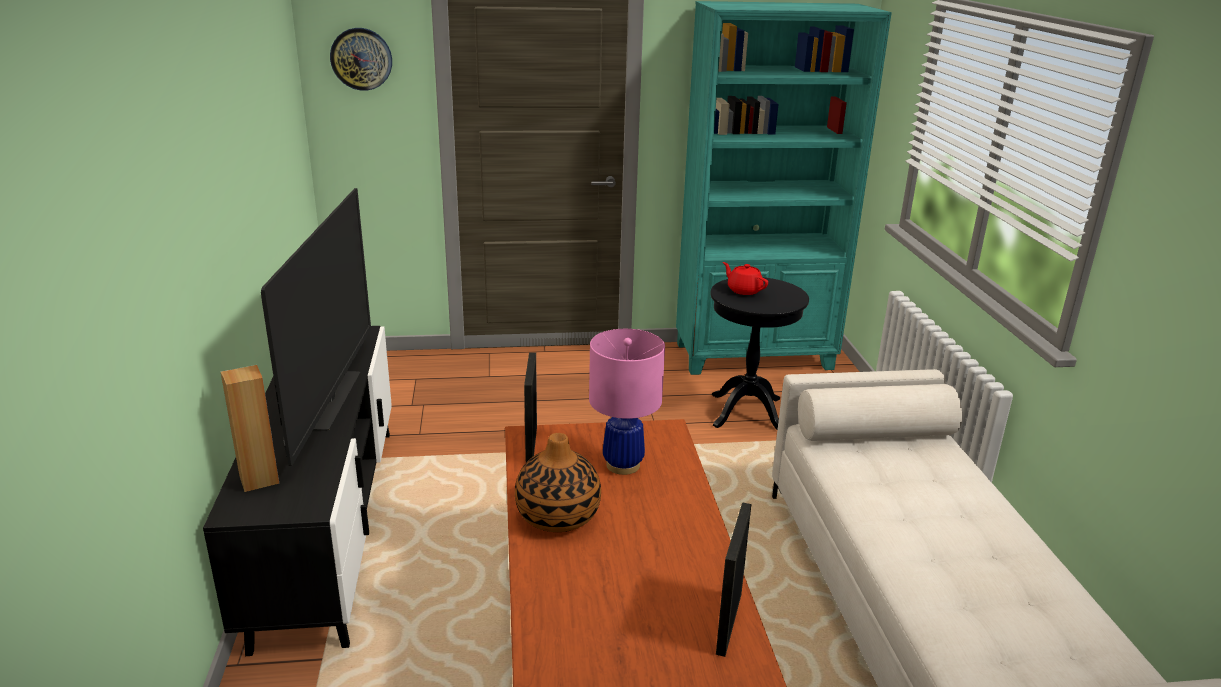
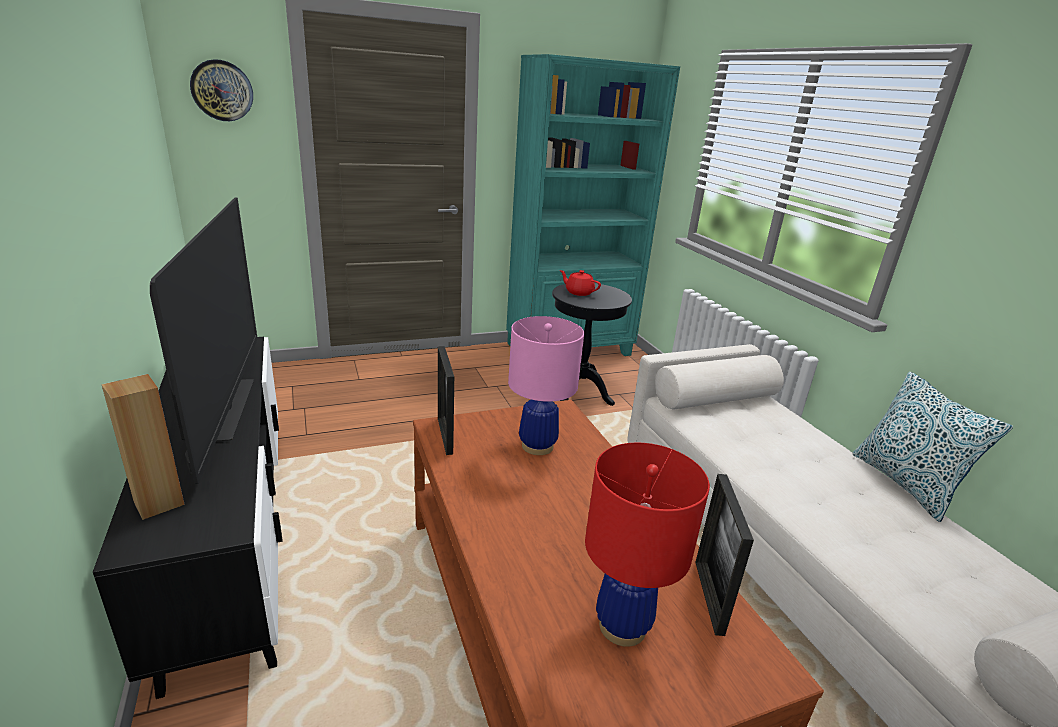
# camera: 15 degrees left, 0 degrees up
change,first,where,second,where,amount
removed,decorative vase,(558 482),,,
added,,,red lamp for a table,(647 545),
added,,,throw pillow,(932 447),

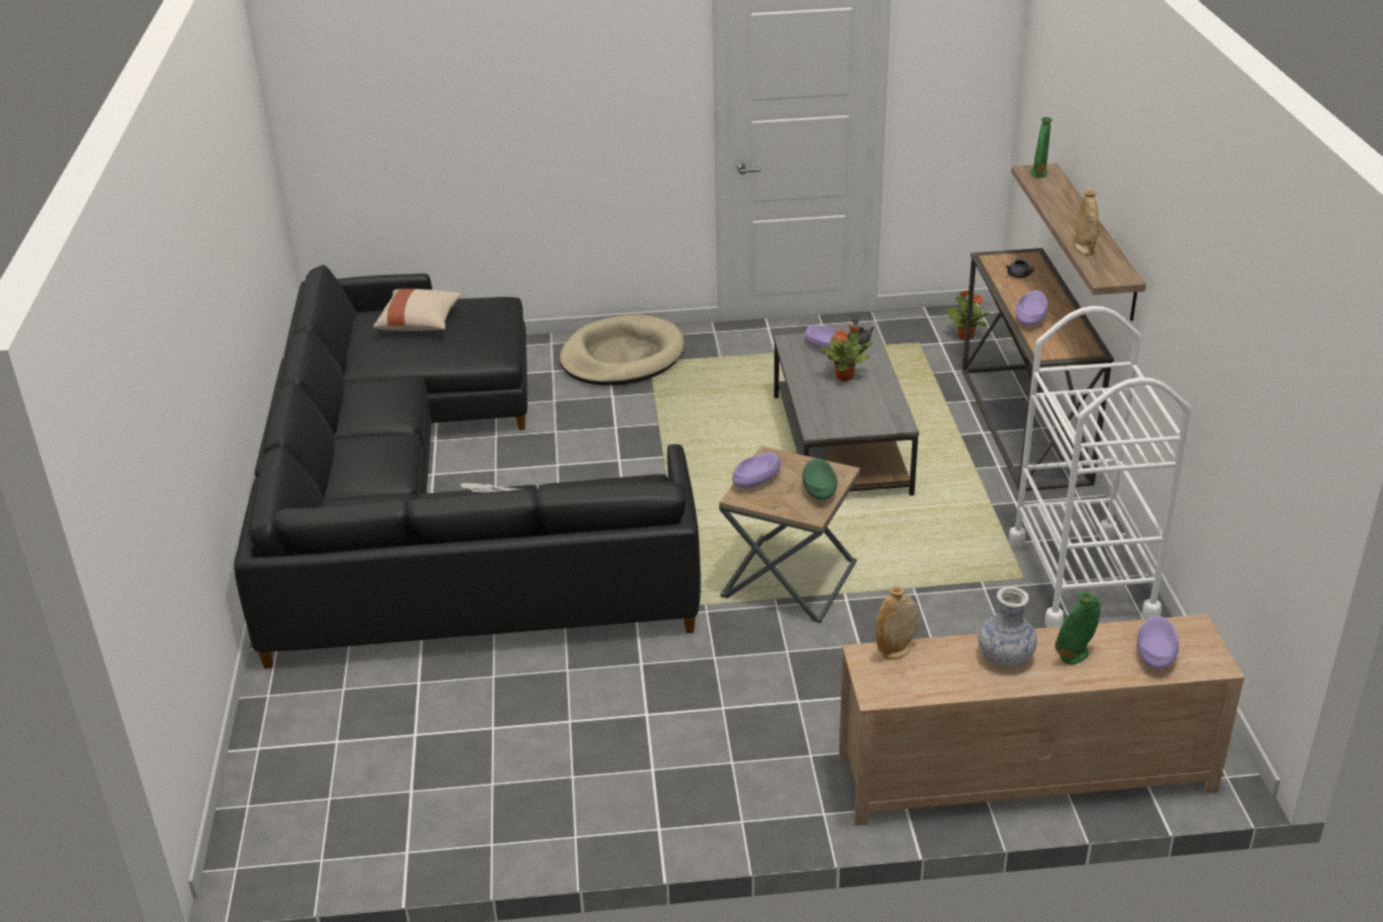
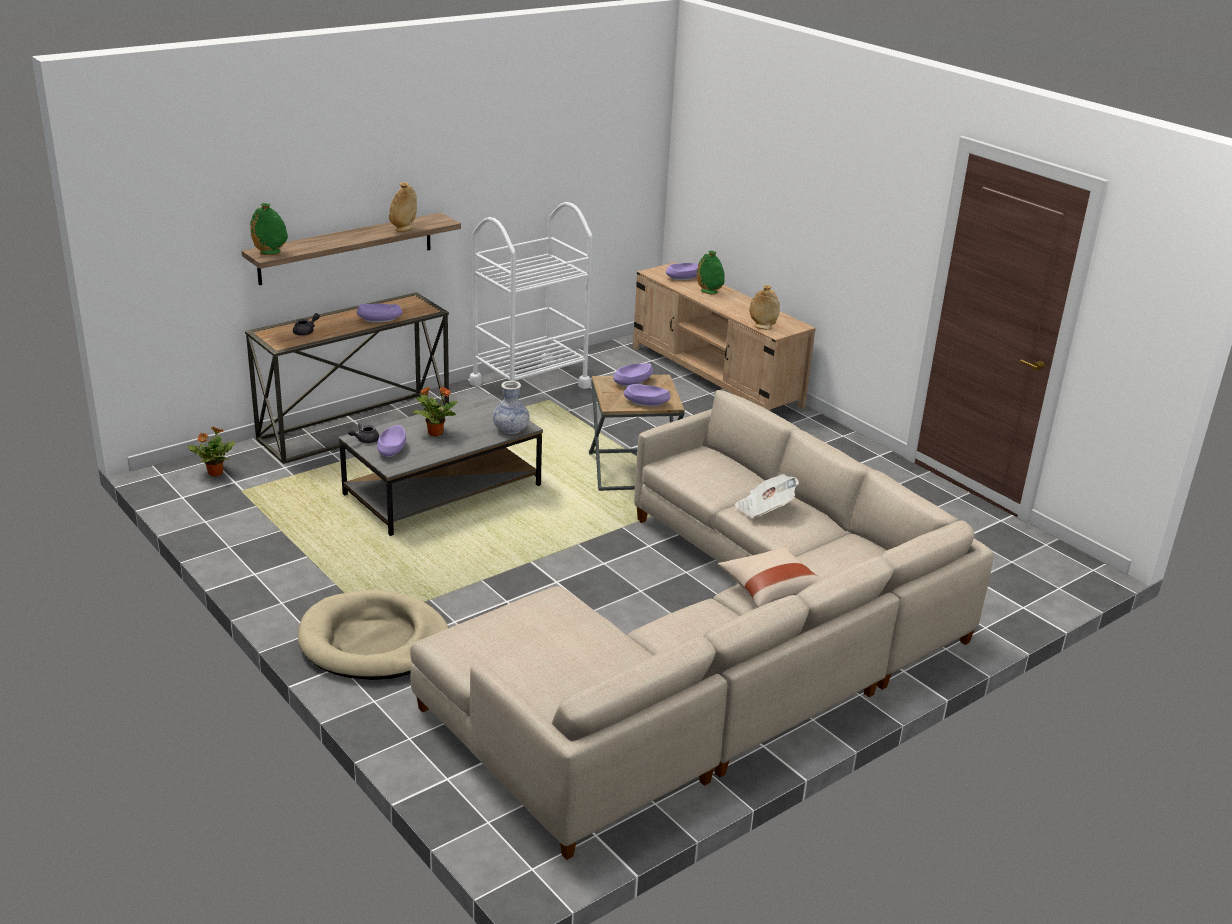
# camera: 125 degrees left, 5 degrees down
change,first,where,second,where,amount
moved,beige throw pillow,(417 310),,(770 577),
moved,decorative vase,(1007 626),,(511 407),
recoloured,black-coloured sofa,(467 467),beige sofa,(702 625),
recoloured,greenish deep dish,(819 480),purplish deep dish,(633 374),

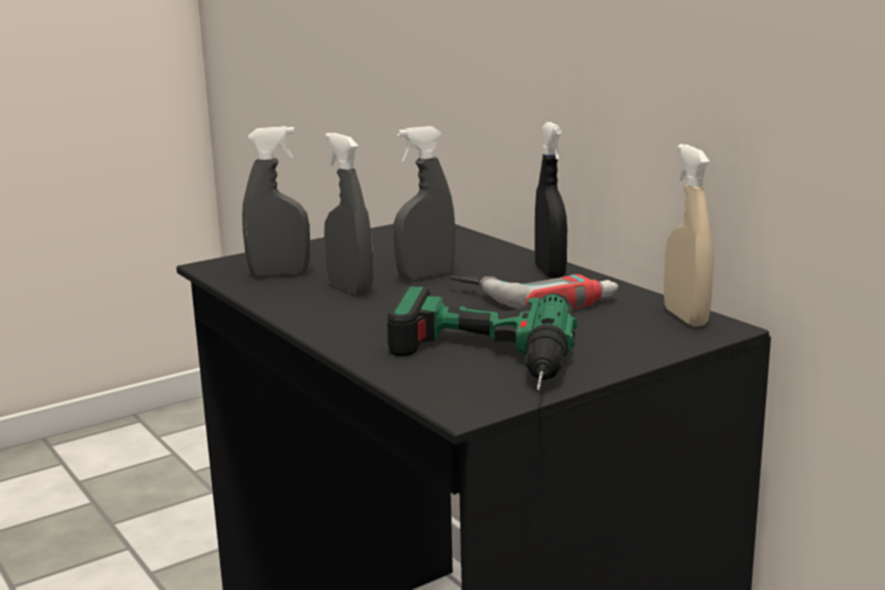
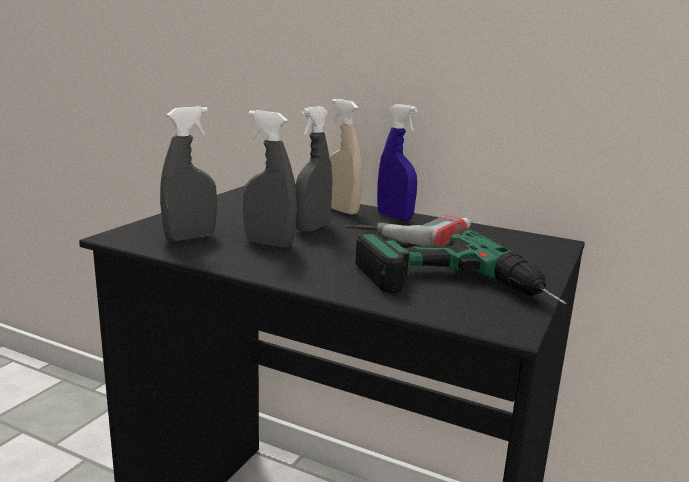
# camera: 30 degrees left, 0 degrees up
change,first,where,second,where,amount
moved,beige sprayer,(689 235),,(345 157),
recoloured,black-coloured sprayer,(551 200),bluish sprayer,(397 162),

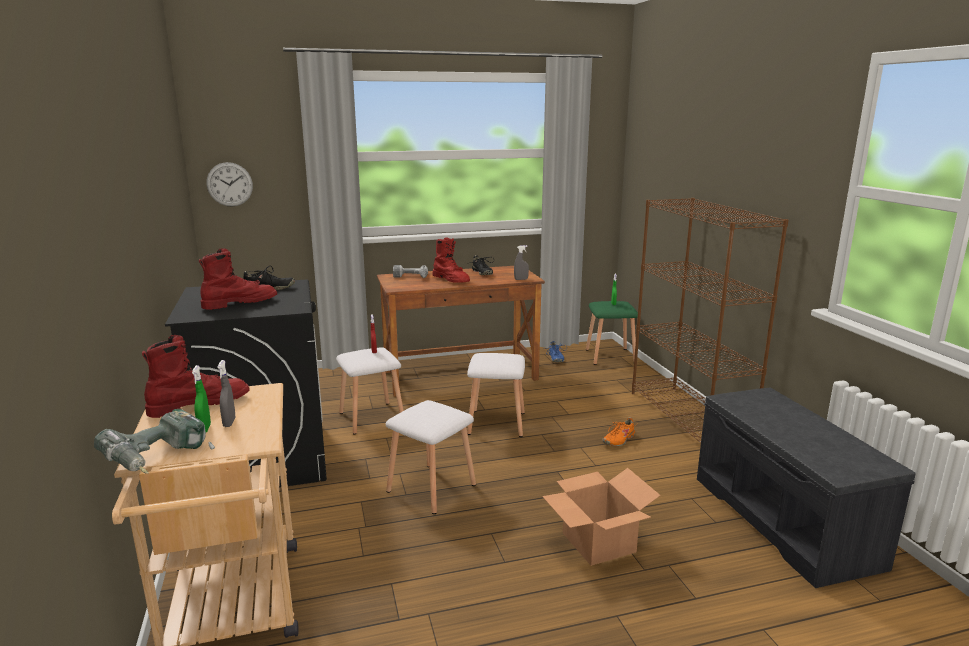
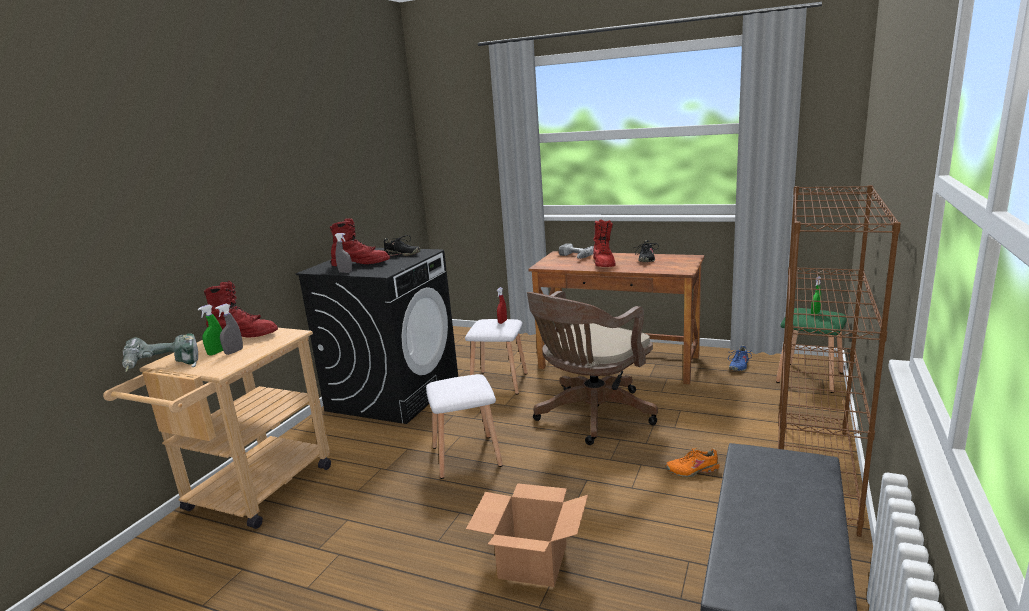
# camera: 40 degrees right, 0 degrees up
change,first,where,second,where,amount
removed,clock on the wall,(229 184),,,
moved,gray sprayer,(521 262),,(343 253),
replaced,white-coloured sitting stool,(496 395),brown computer chair,(592 368),

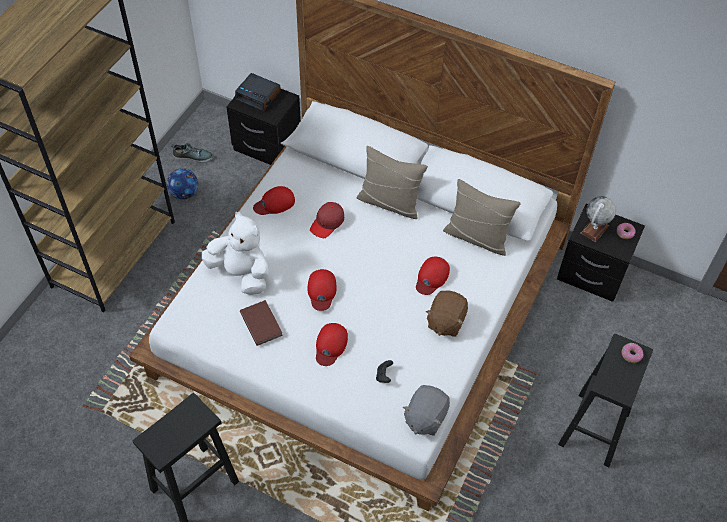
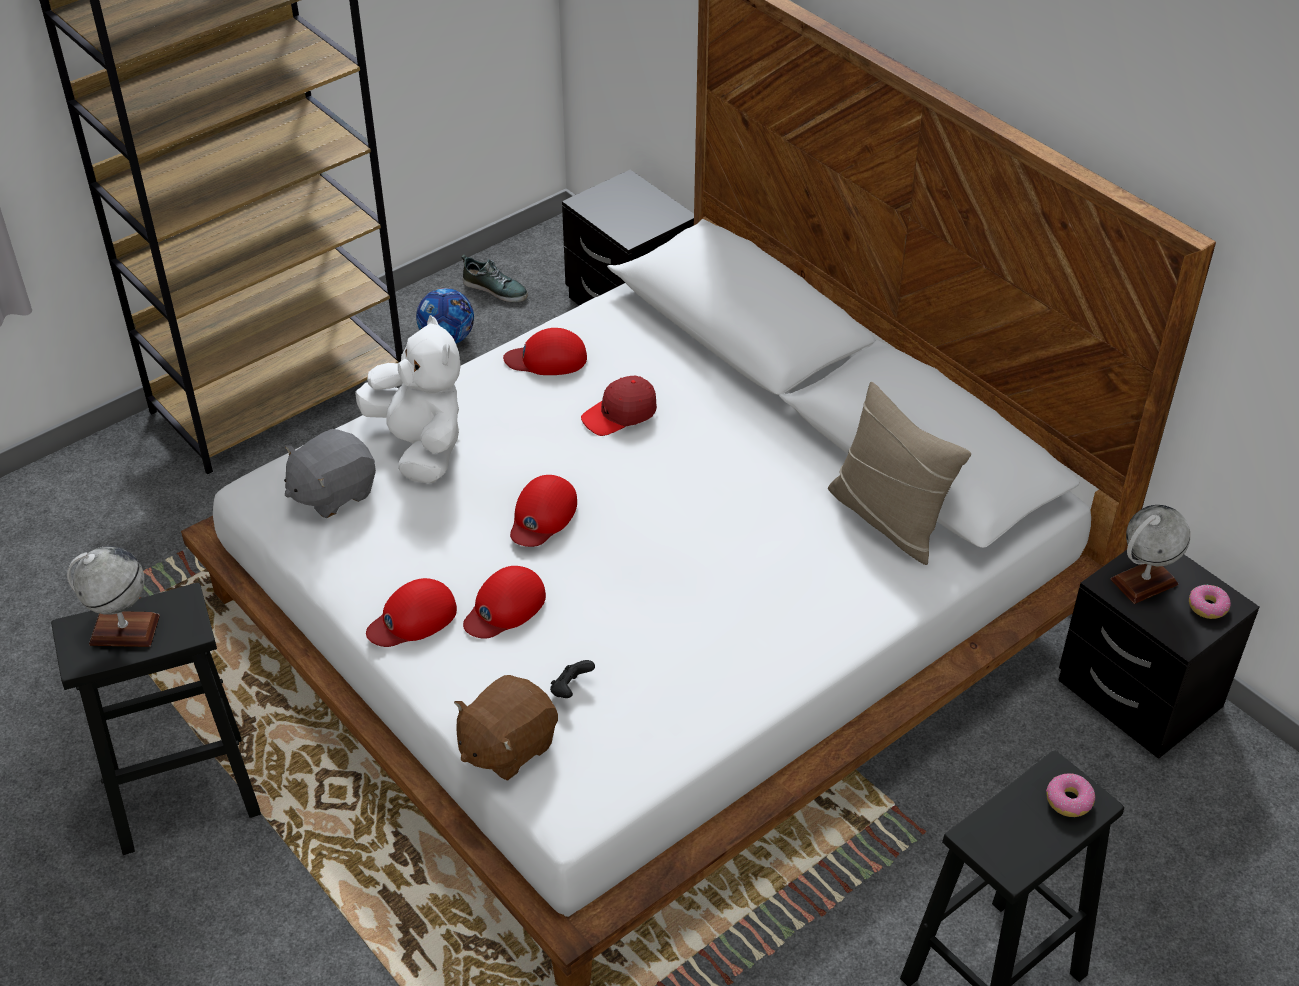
# camera: 25 degrees right, 10 degrees down
change,first,where,second,where,amount
removed,bedside clock,(258 92),,,
removed,brown volume,(261 323),,,
removed,beige throw pillow,(392 182),,,
added,,,globe,(113 596),
moved,gray soft toy,(426 410),,(330 473),
moved,red baseball cap,(433 276),,(411 612),
moved,brown soft toy,(447 313),,(506 727),

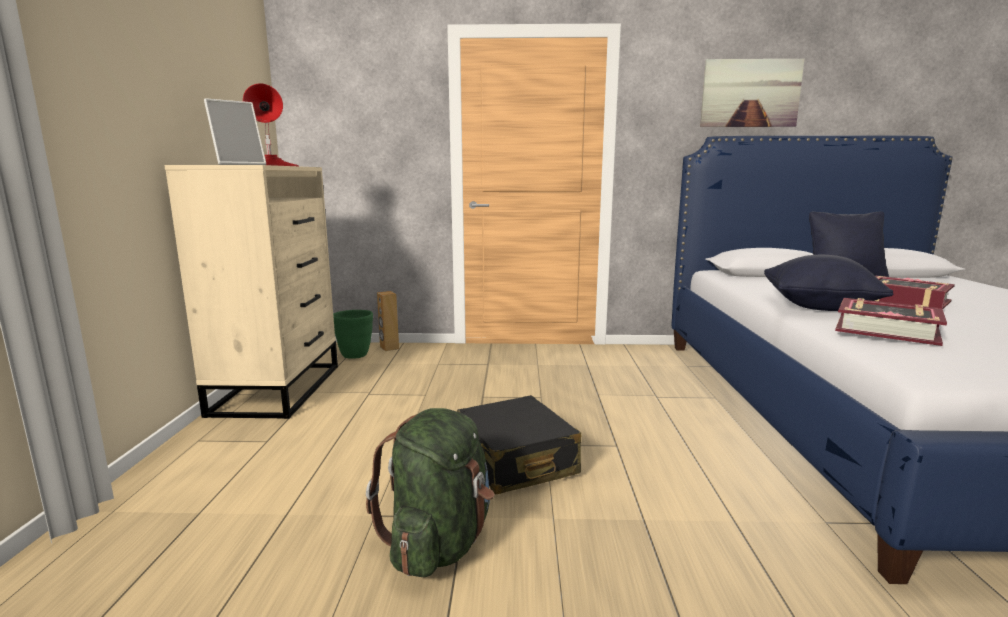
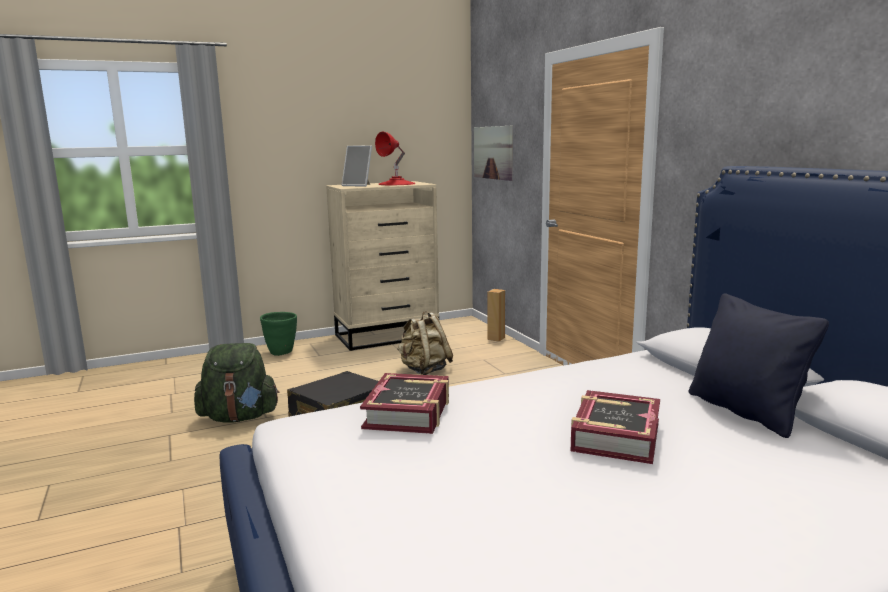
# camera: 65 degrees right, 0 degrees up
change,first,where,second,where,amount
removed,black-coloured throw pillow,(828 283),,,
added,,,beige backpack,(425 343),
moved,greenish plant pot,(353 334),,(278 334),
moved,picture,(752 93),,(493 153),

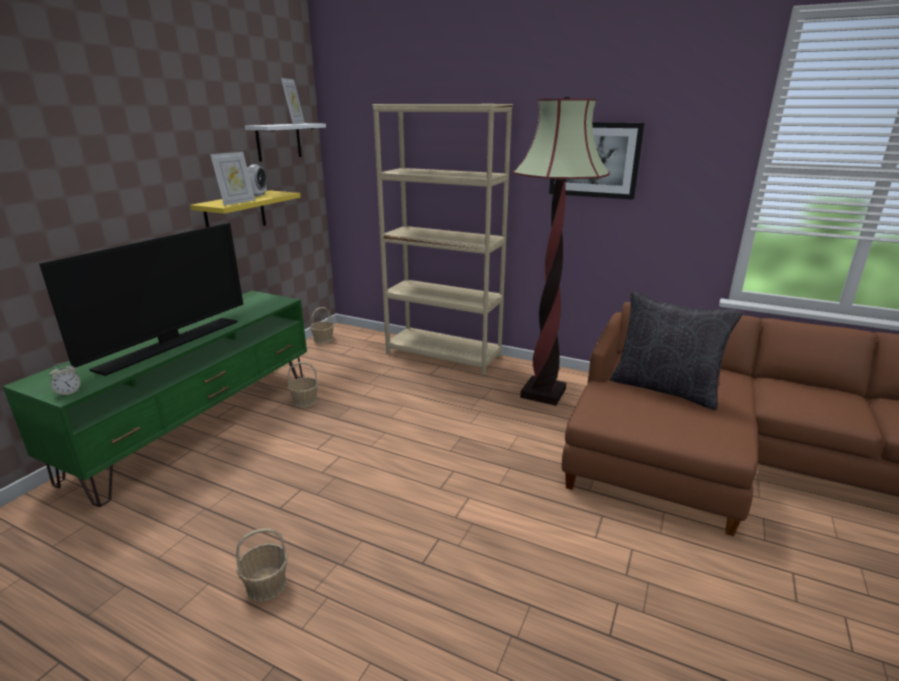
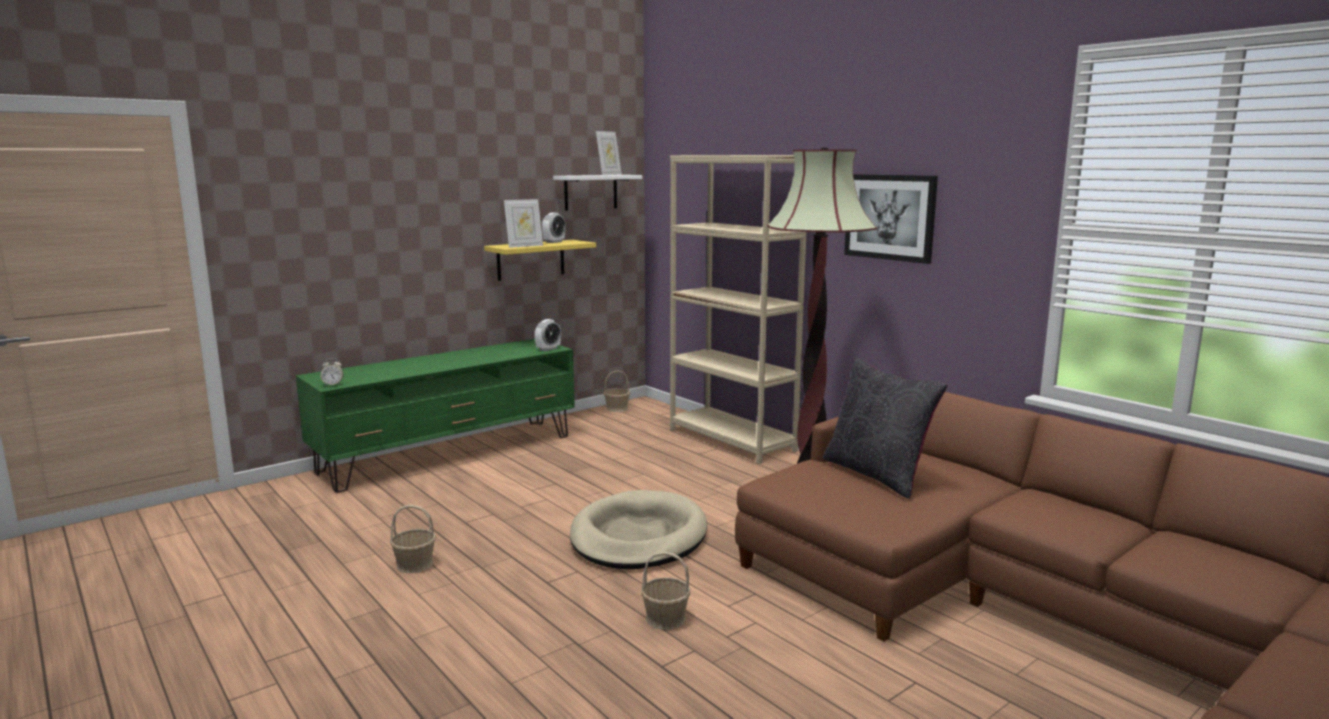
# camera: 25 degrees right, 10 degrees down
change,first,where,second,where,amount
removed,television,(141 299),,,
added,,,bedside clock,(548 335),
added,,,beige pet bed,(638 529),
moved,basket,(303 385),,(665 591),

